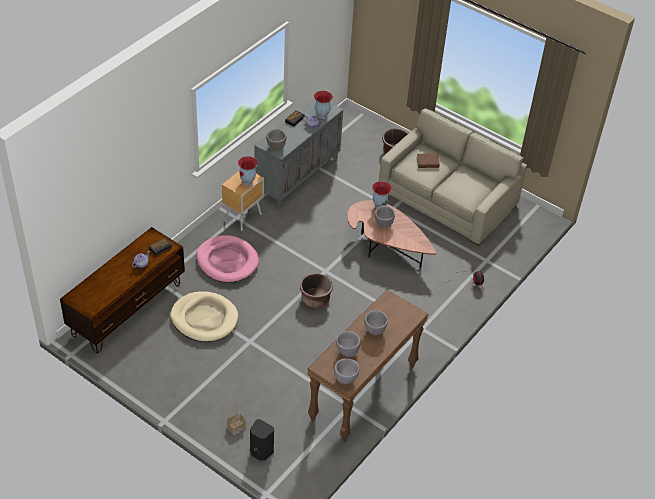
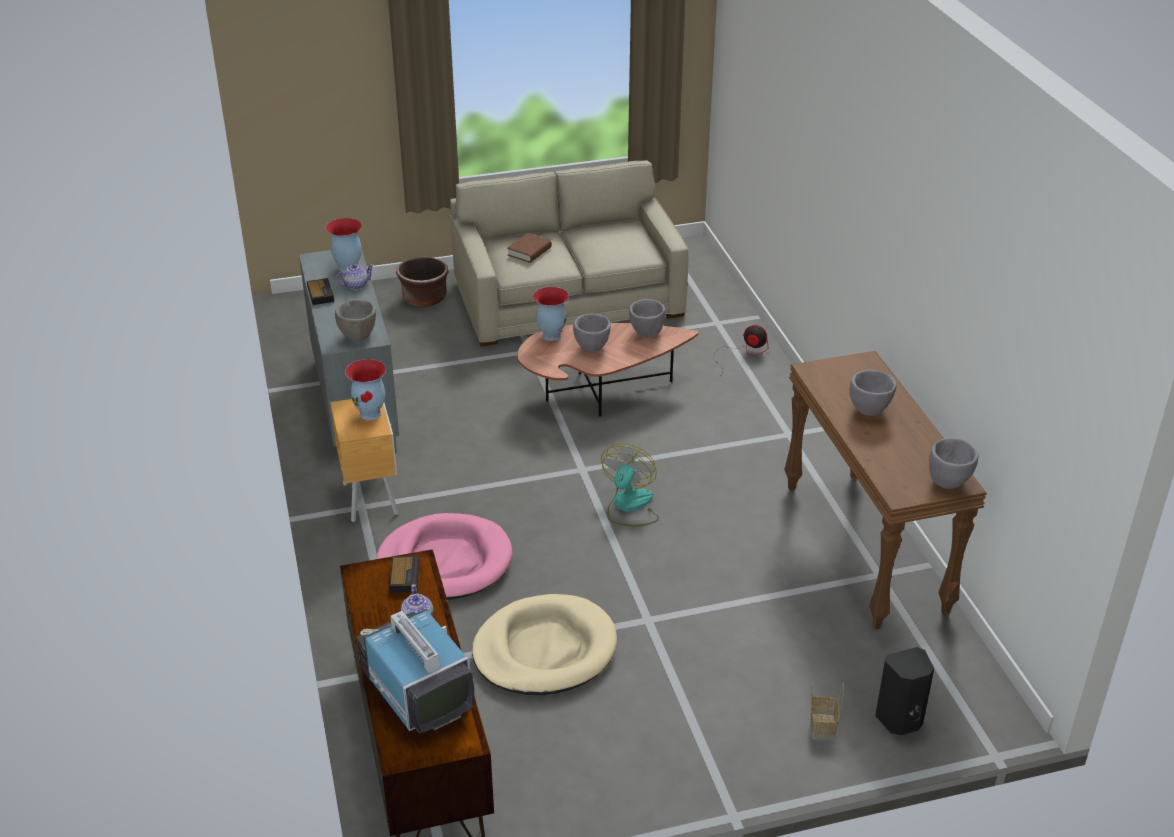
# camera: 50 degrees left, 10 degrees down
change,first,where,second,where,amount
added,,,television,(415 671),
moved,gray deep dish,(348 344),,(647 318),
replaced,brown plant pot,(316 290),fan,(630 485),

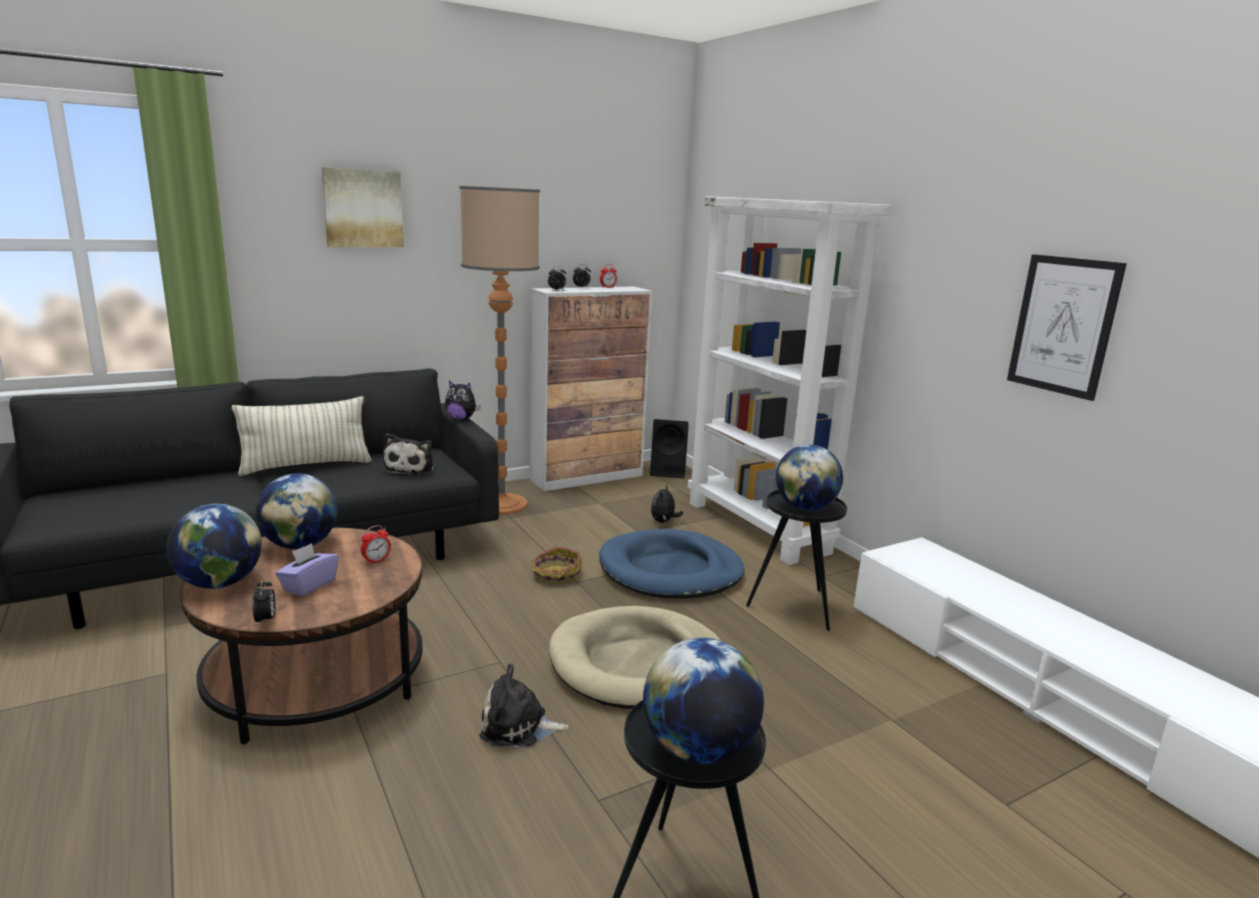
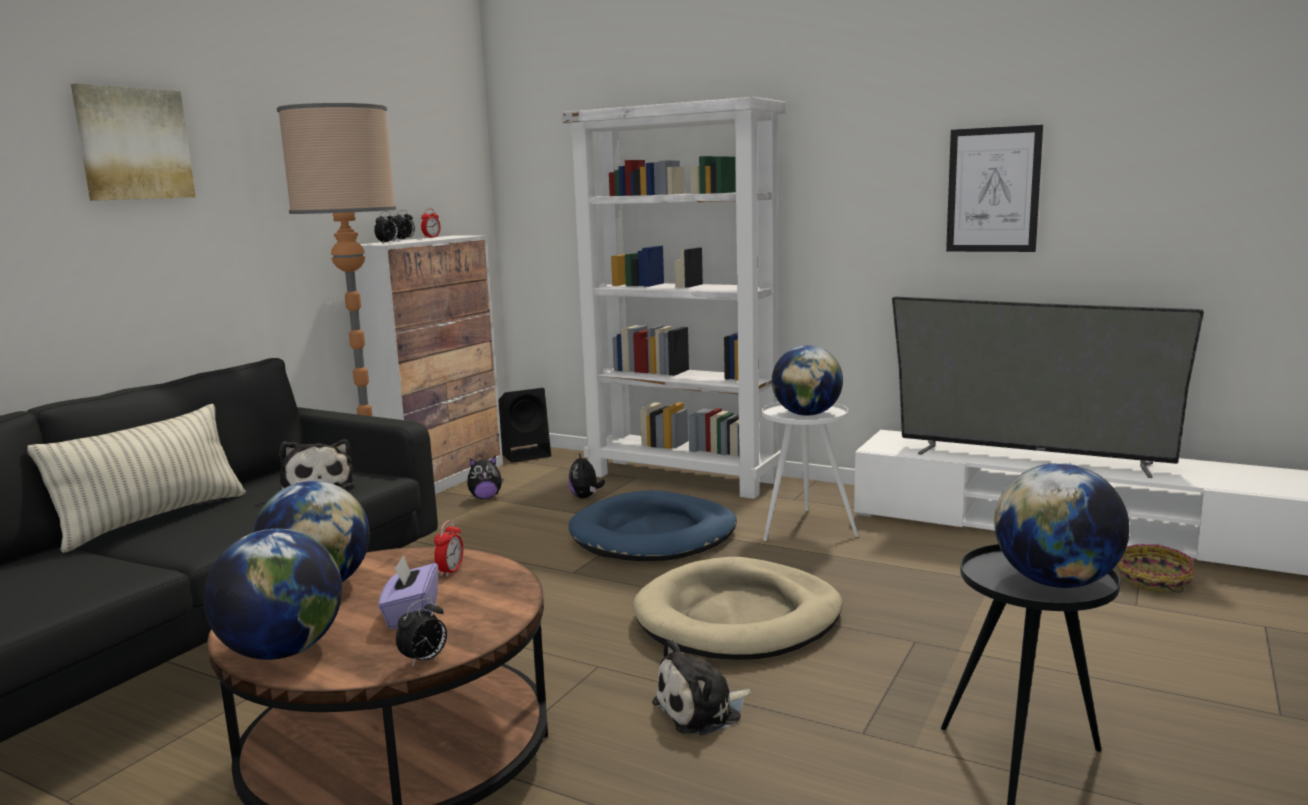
# camera: 30 degrees left, 5 degrees down
change,first,where,second,where,amount
added,,,television,(1048 387),
moved,soft toy,(463 400),,(485 477),
moved,basket,(556 565),,(1155 568),
recoloured,black-coloured side table,(796 560),white-coloured side table,(810 471),
turned,bedside clock,(264 601),,(421 632),90 degrees clockwise

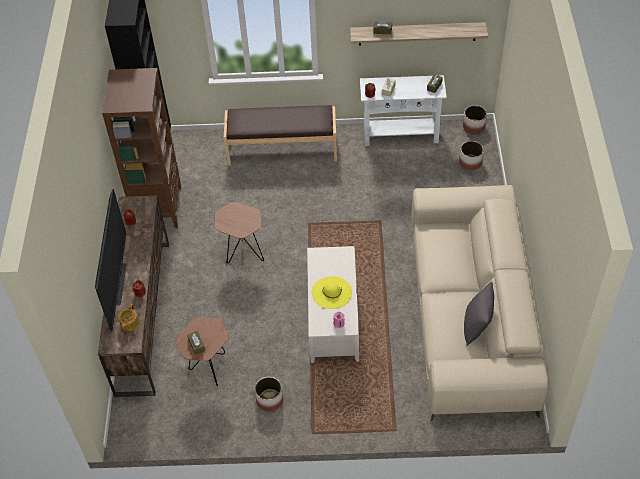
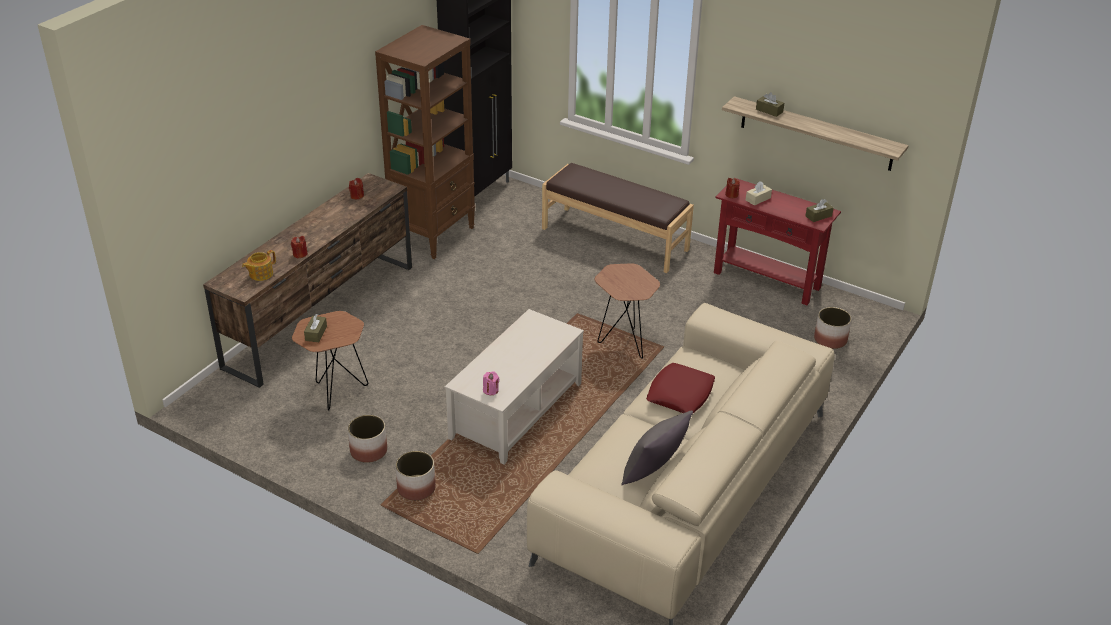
# camera: 30 degrees right, 15 degrees down
change,first,where,second,where,amount
removed,television,(111 260),,,
removed,yellowish clothing hat,(332 292),,,
added,,,red throw pillow,(680 388),
moved,brown side table,(239 232),,(627 311),
moved,plant pot,(475 119),,(415 476),
recoloured,white-coloured hall table,(403 110),red hall table,(777 241),

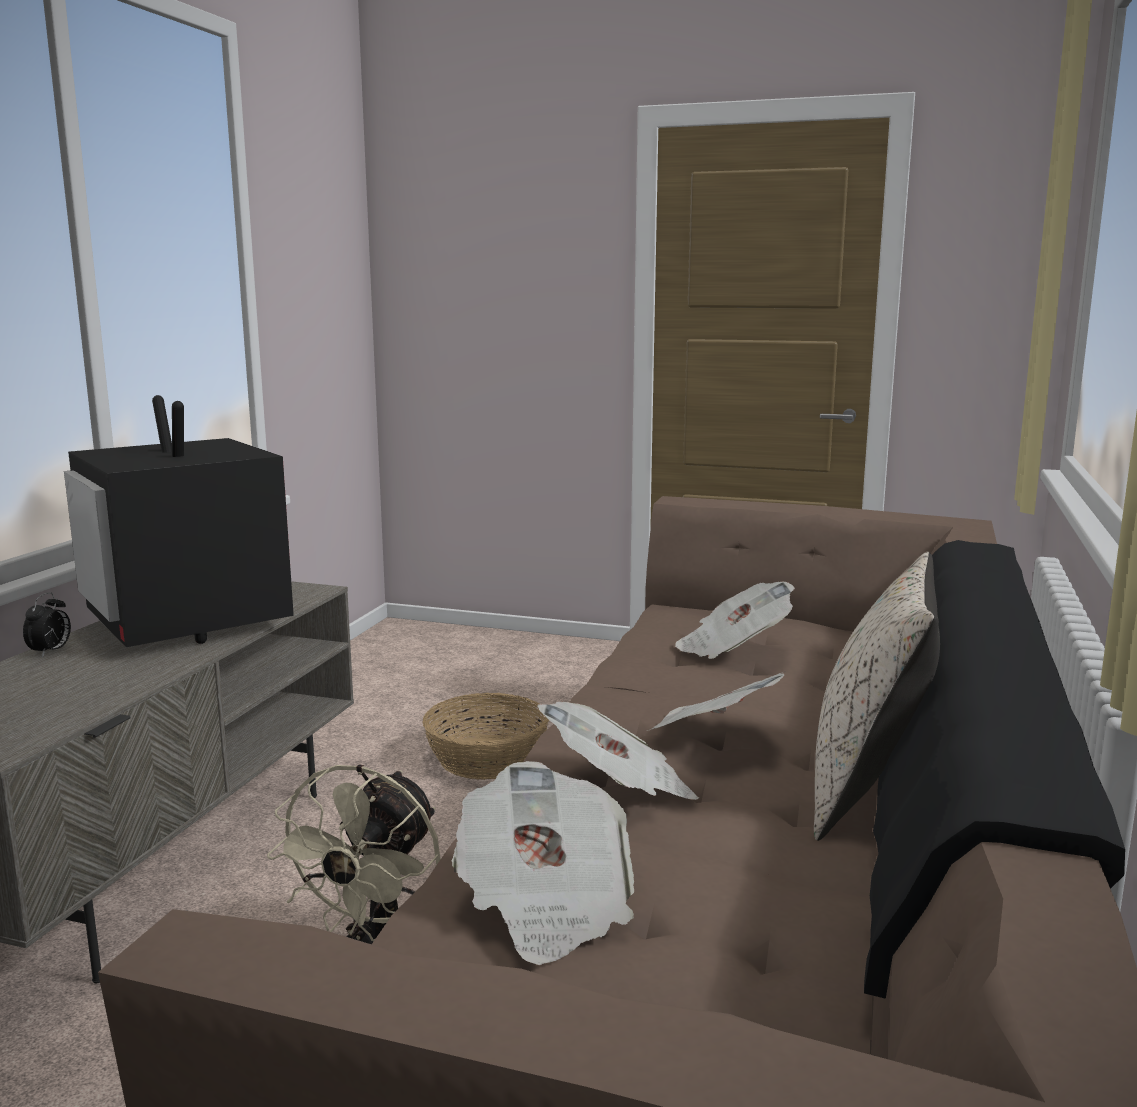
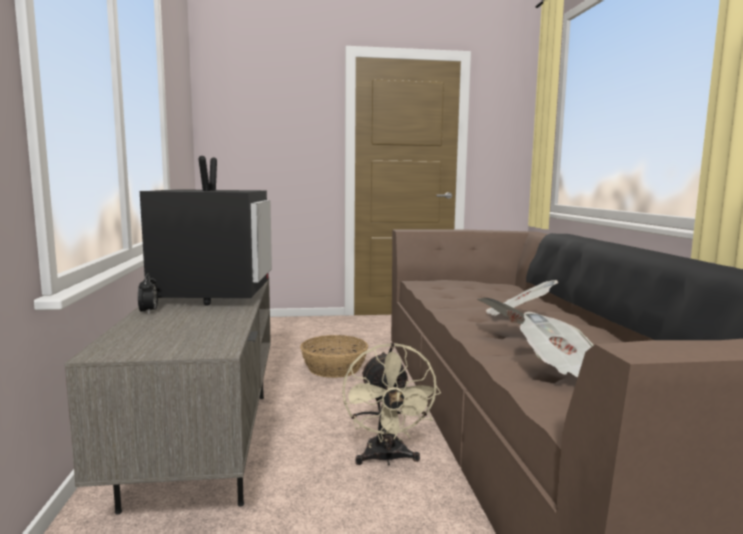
# camera: 25 degrees left, 5 degrees down
change,first,where,second,where,amount
removed,newspaper,(735 620),,,
removed,beige throw pillow,(877 696),,,
turned,television,(179 521),,(206 231),120 degrees counterclockwise

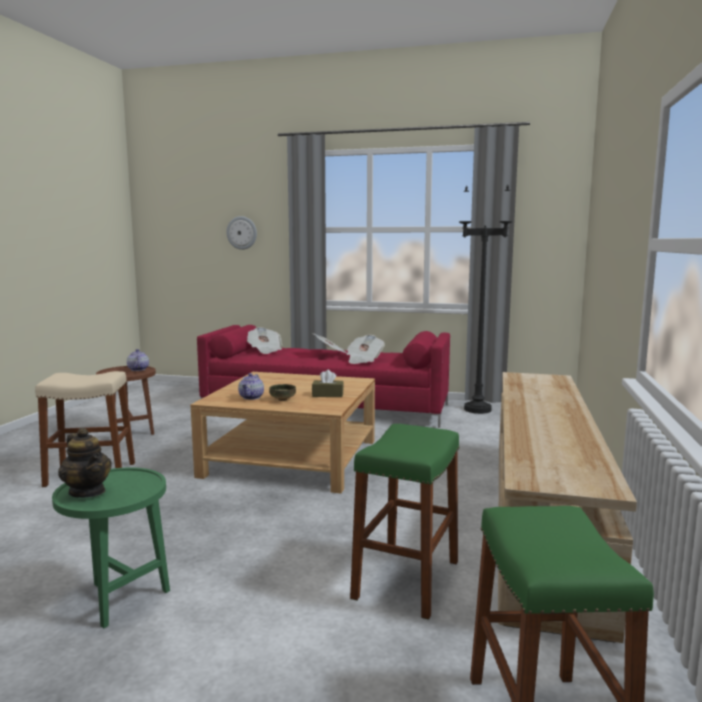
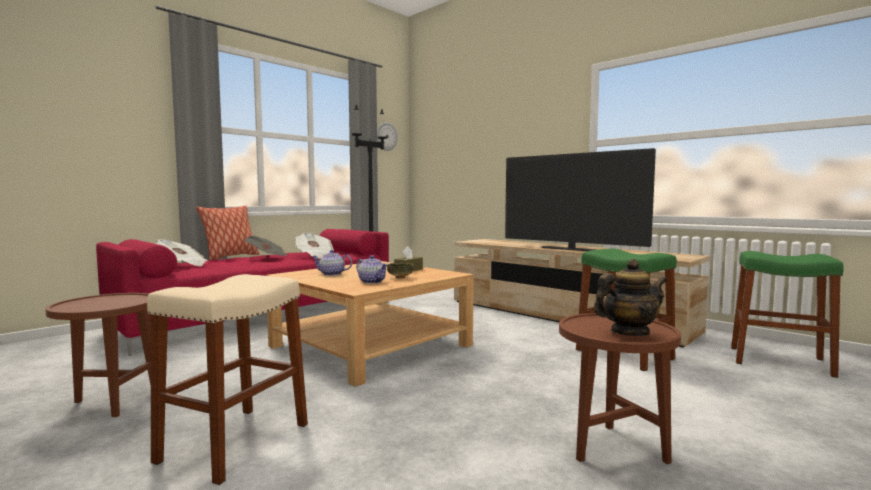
# camera: 60 degrees left, 5 degrees down
change,first,where,second,where,amount
added,,,throw pillow,(227 233),
added,,,television,(580 199),
moved,teapot,(138 360),,(332 263),
moved,clock on the wall,(241 233),,(387 137),
recoloured,greenish side table,(111 548),brown side table,(620 388),

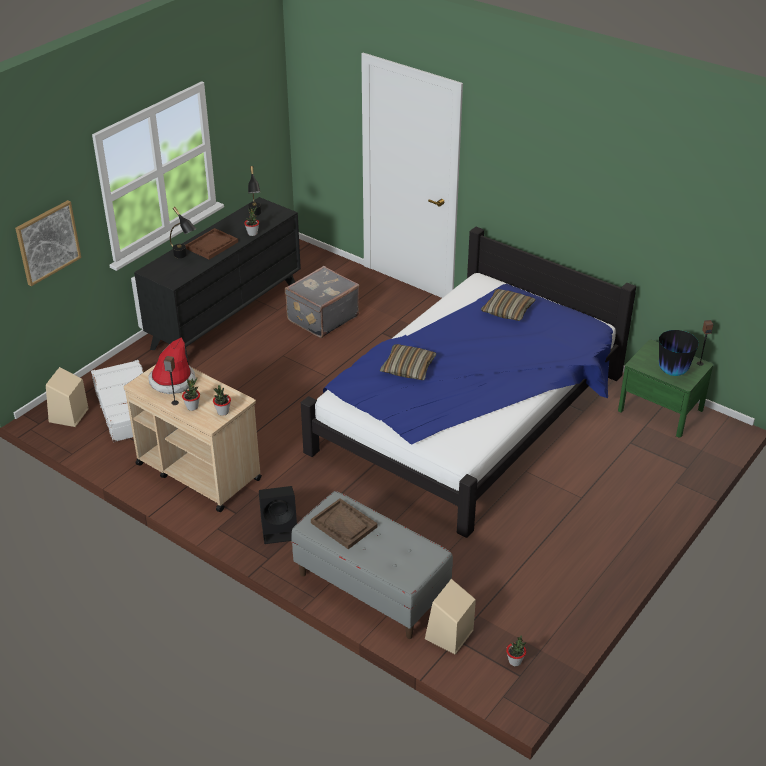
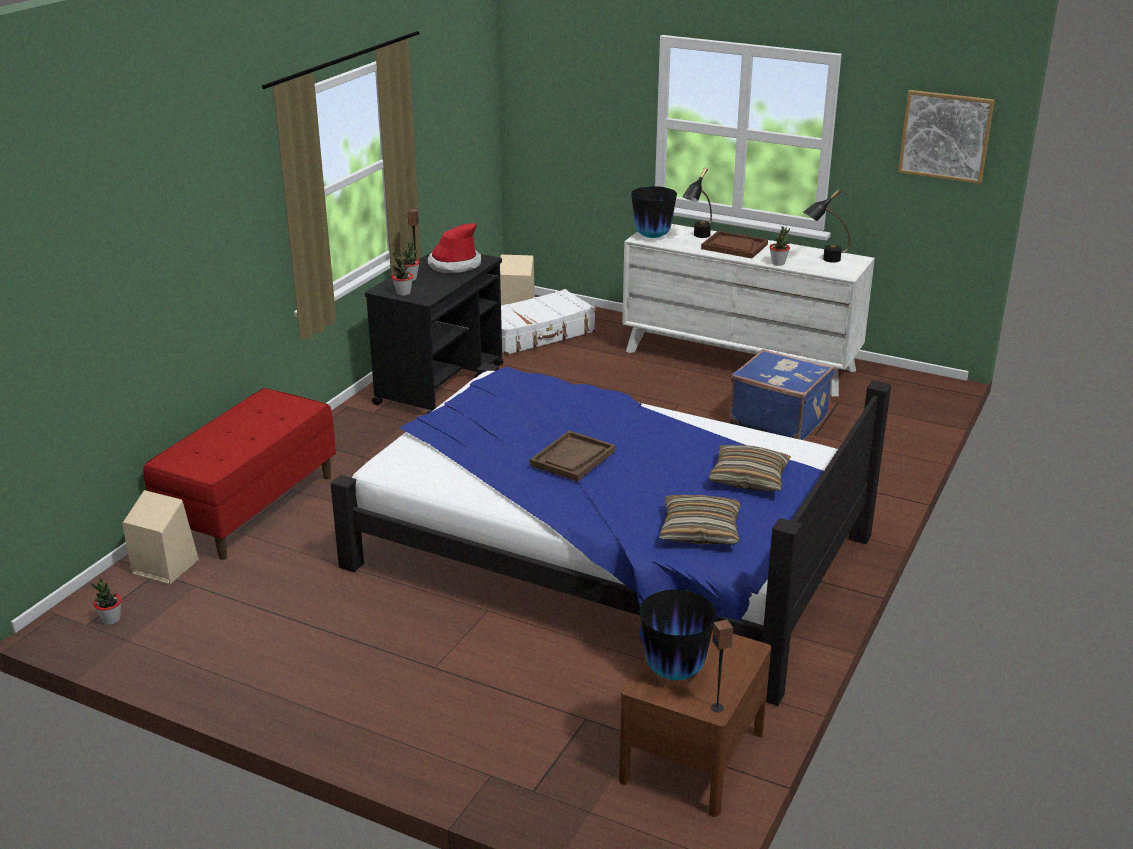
# camera: 80 degrees right, 10 degrees down
change,first,where,second,where,amount
removed,black-coloured speaker,(278 515),,,
added,,,decorative vase,(654 212),
moved,picture,(48 243),,(946 137),
moved,brown tray,(344 523),,(573 456),
moved,throw pillow,(408 362),,(700 519),
recoloured,beige trolley,(192 438),black-coloured trolley,(434 332),
recoloured,black-coloured dresser,(217 281),white-coloured dresser,(748 310),
recoloured,gray piece of luggage,(322 302),bluish piece of luggage,(782 394),
recoloured,gray bench,(372 565),red bench,(239 474),
recoloured,greenish night table,(665 389),brown night table,(695 724),

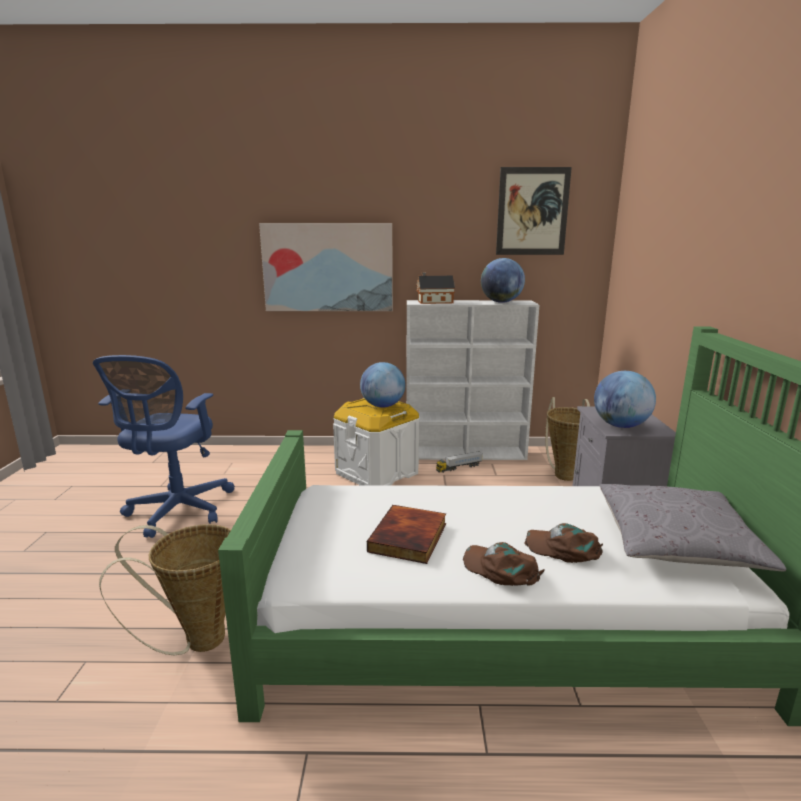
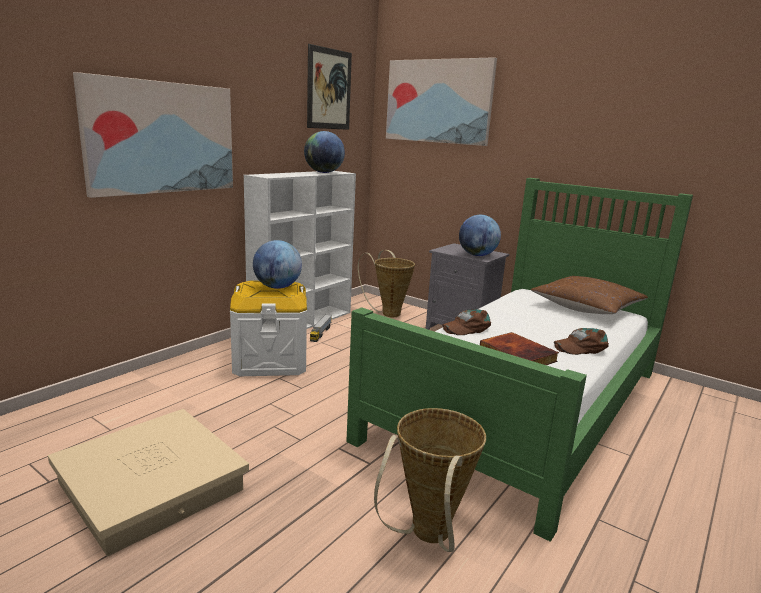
# camera: 55 degrees left, 0 degrees up
change,first,where,second,where,amount
removed,miniature house,(435 288),,,
added,,,picture,(441 101),
moved,brown baseball cap,(564 543),,(466 322),
replaced,bluish computer chair,(164 446),beige storage box,(148 482),
recoloured,gray throw pillow,(692 527),brown throw pillow,(589 295),

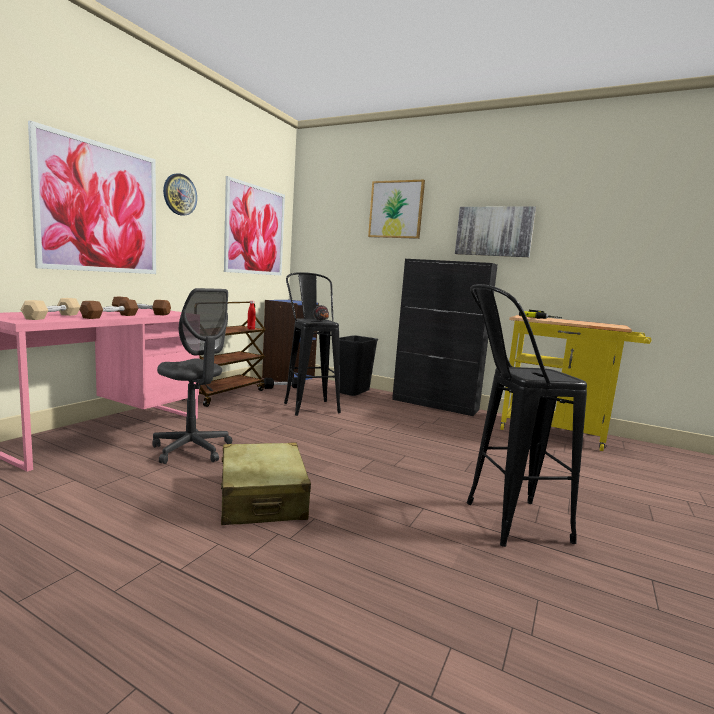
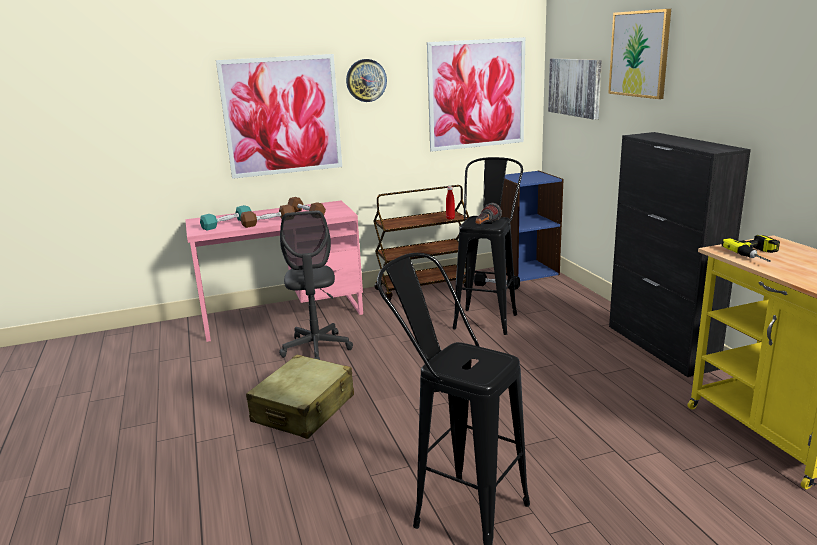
# camera: 45 degrees right, 10 degrees up
change,first,where,second,where,amount
removed,black-coloured waste bin,(358 365),,,
moved,picture,(495 231),,(575 89),
recoloured,beige free weight,(50 309),turquoise free weight,(225 218),

